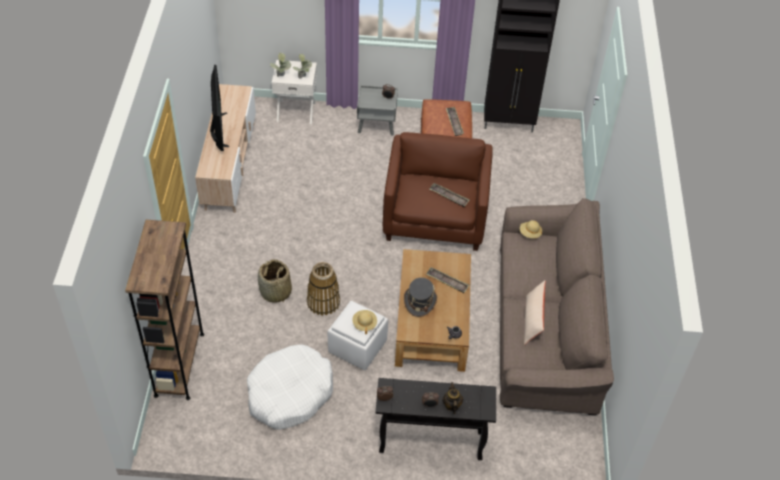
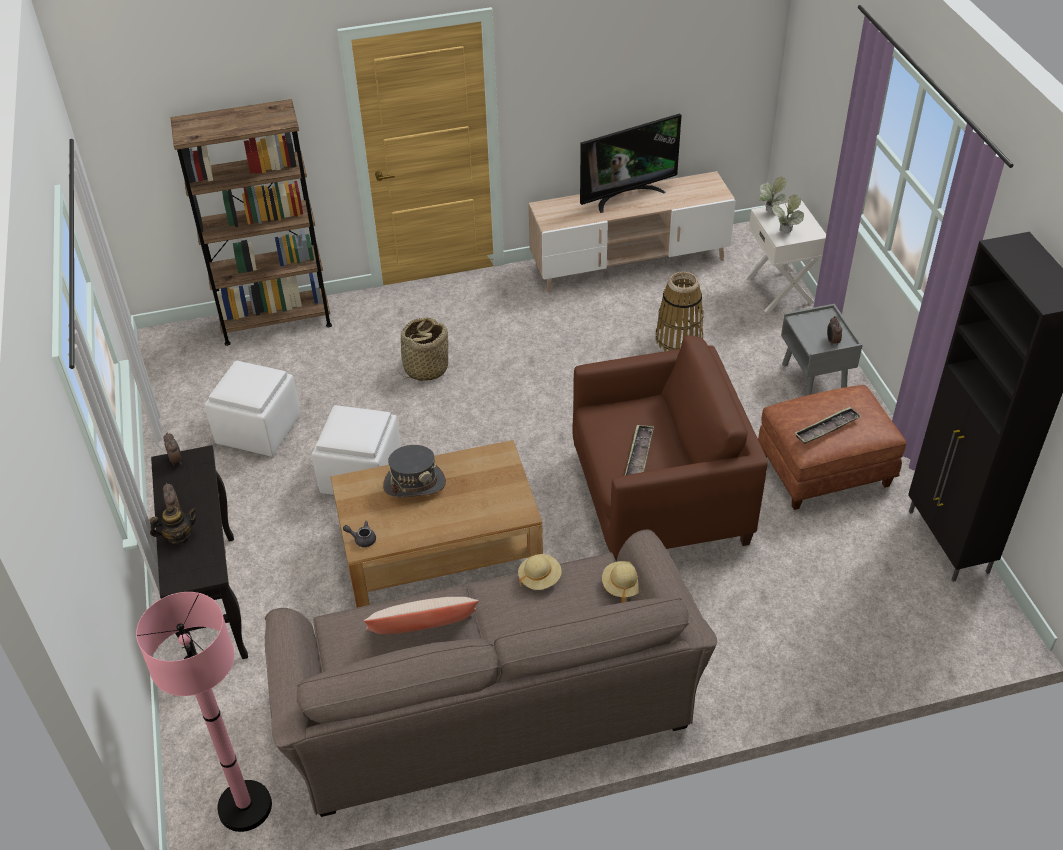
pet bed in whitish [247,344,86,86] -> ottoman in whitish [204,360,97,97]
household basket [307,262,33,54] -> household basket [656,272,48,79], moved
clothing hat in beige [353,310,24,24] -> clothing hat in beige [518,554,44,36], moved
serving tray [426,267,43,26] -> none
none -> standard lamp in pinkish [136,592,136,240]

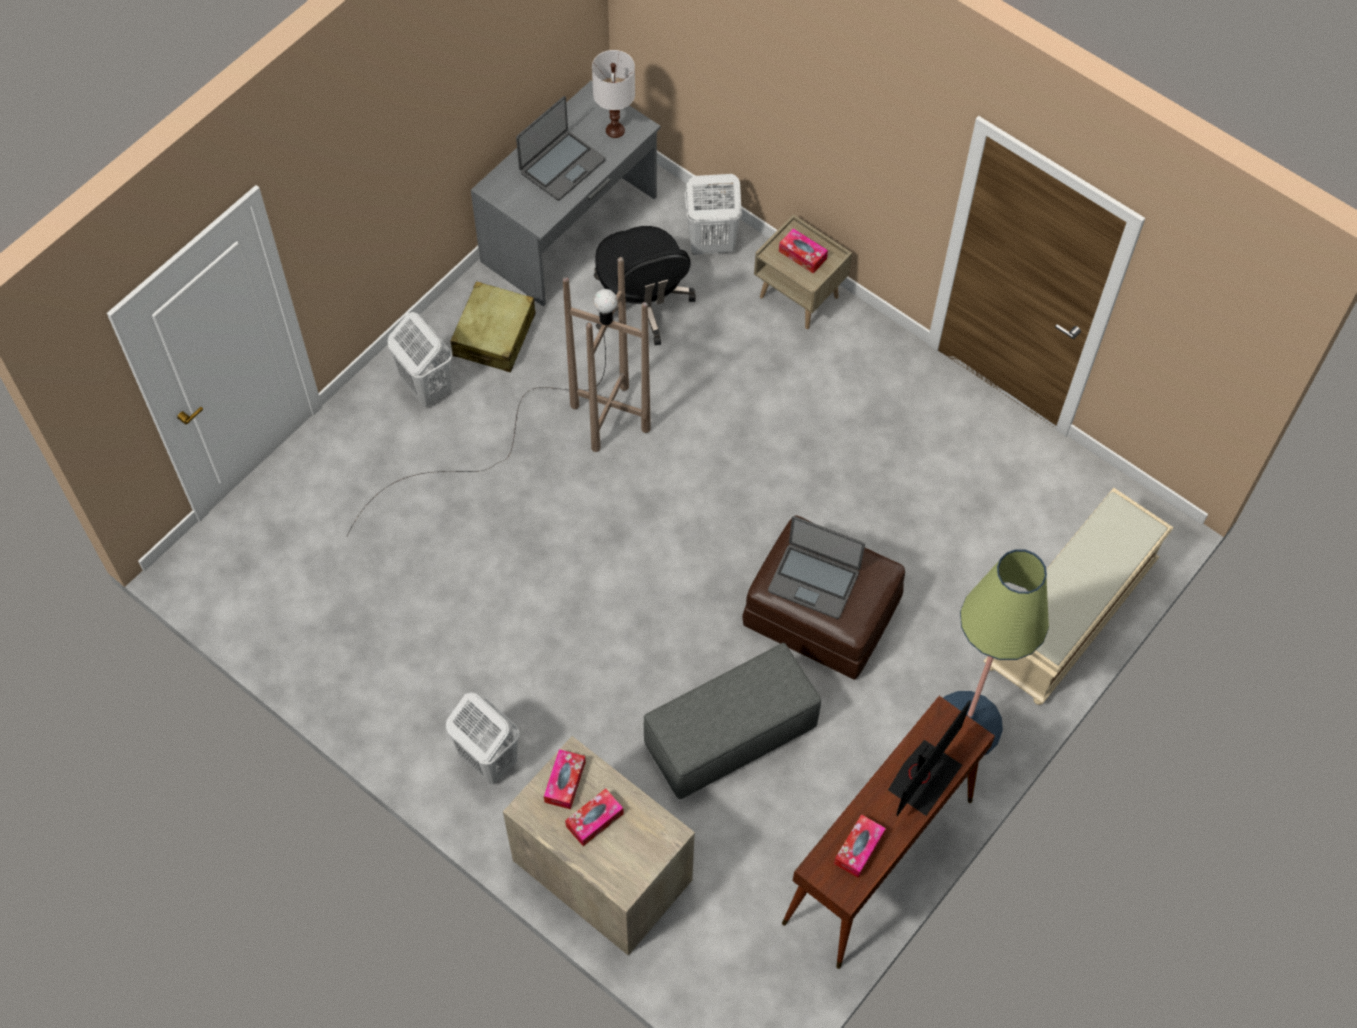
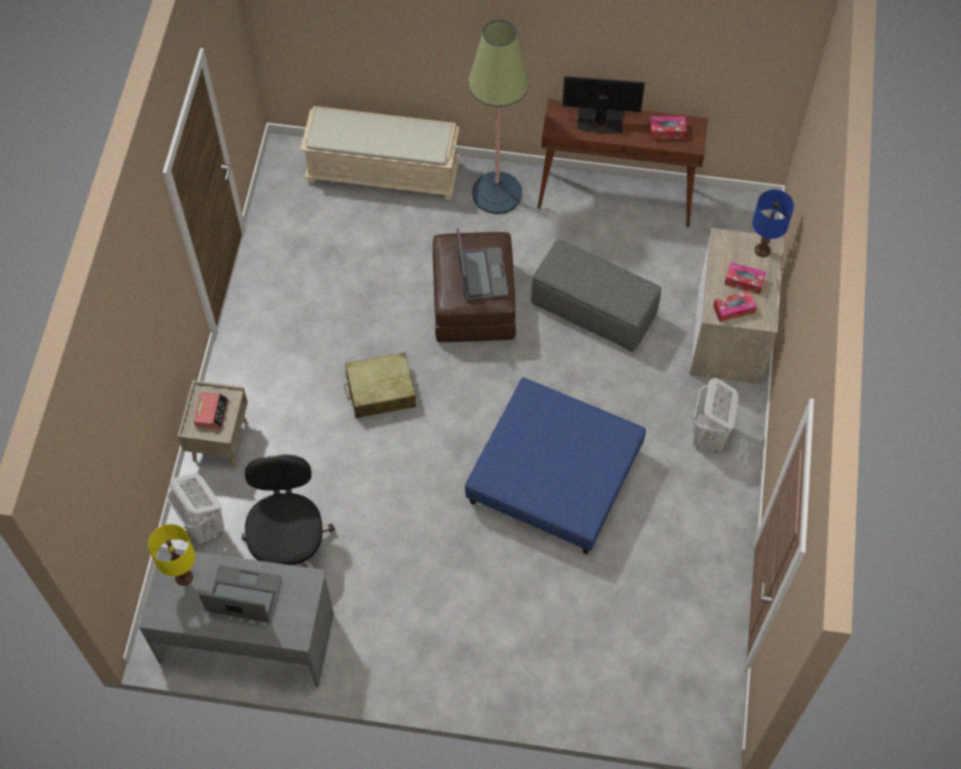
standard lamp in brown-coloured [347,257,304,279] -> none
washing basket in whitish [388,312,64,95] -> none
travel case in beige [451,281,85,91] -> travel case in beige [344,352,72,66], moved
table lamp in whitish [592,50,43,88] -> table lamp in yellowish [148,524,47,62]
desk chair in blackish [594,226,102,119] -> desk chair in blackish [242,455,93,114], 45 degrees counterclockwise
tissue box [779,228,49,46] -> alarm clock [193,392,36,38]
none -> ottoman in bluish [465,377,181,177]
none -> table lamp in bluish [752,189,42,68]

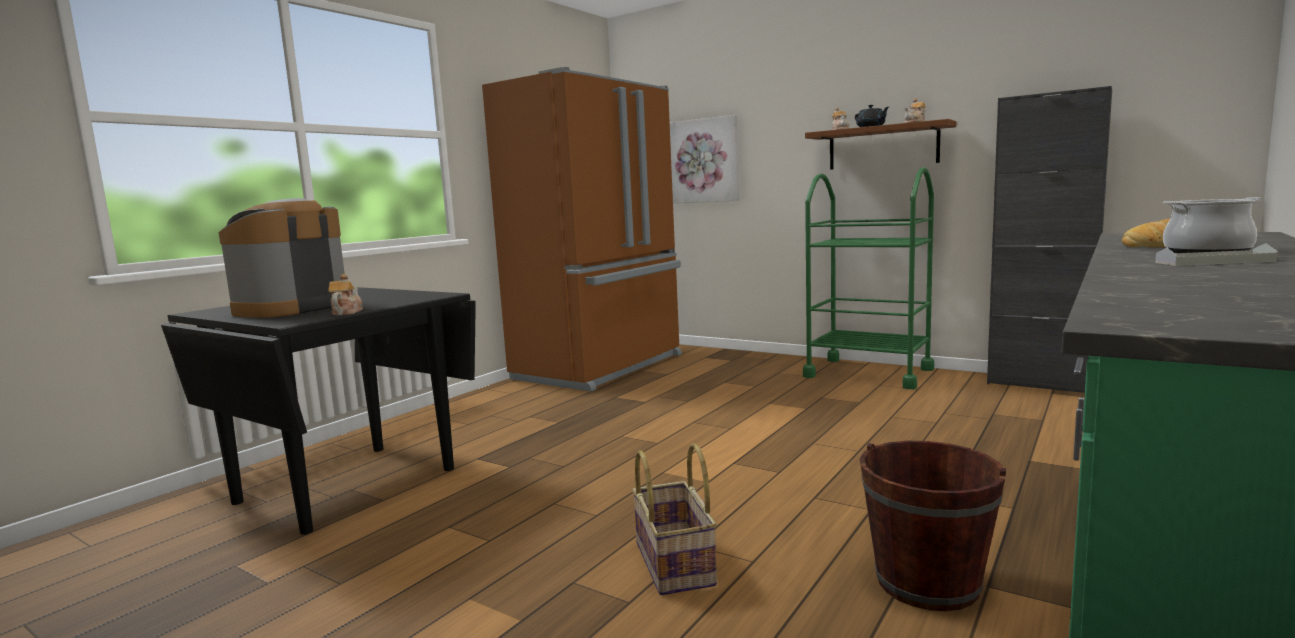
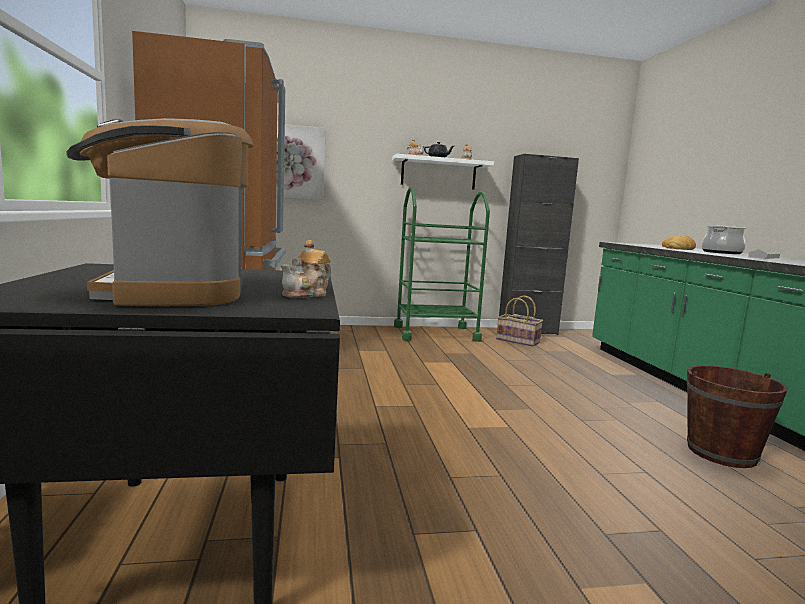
teapot [328,274,35,41] -> teapot [280,240,51,58], 105 degrees counterclockwise
household basket [632,443,85,152] -> household basket [496,295,47,52], moved
shelf in brown-coloured [805,119,151,51] -> shelf in whitish [392,154,102,36]

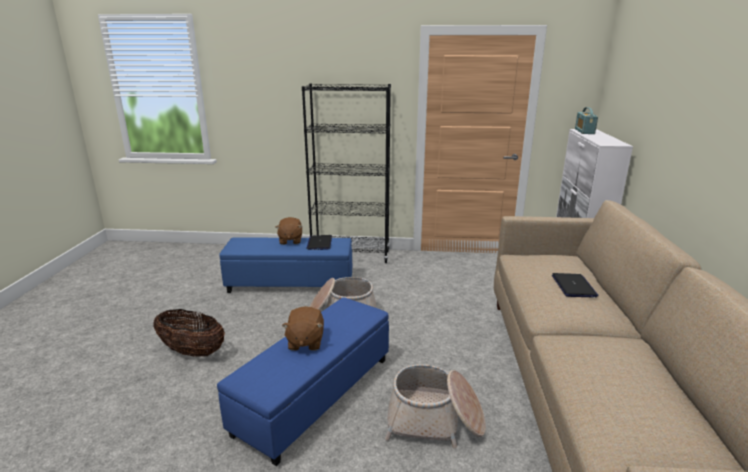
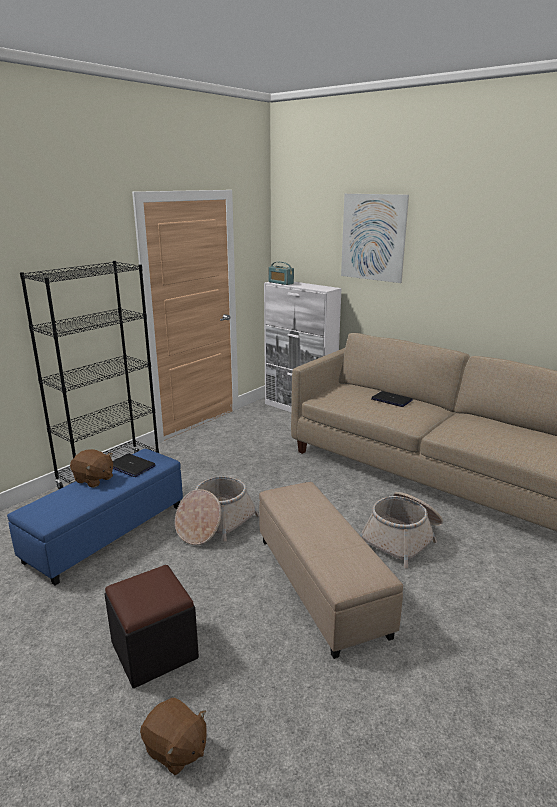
household basket [153,309,72,48] -> ottoman in blackish [104,565,95,123]
ottoman in bluish [217,298,172,168] -> ottoman in beige [259,482,144,177]
plush toy in brown-coloured [282,306,42,45] -> plush toy in brown-coloured [140,697,67,78], moved
none -> wall art [341,194,68,89]

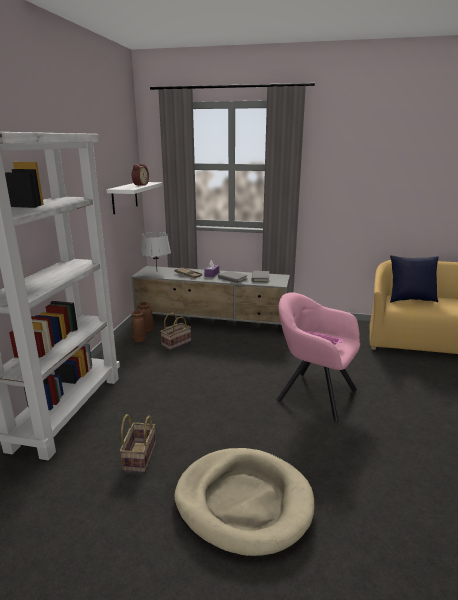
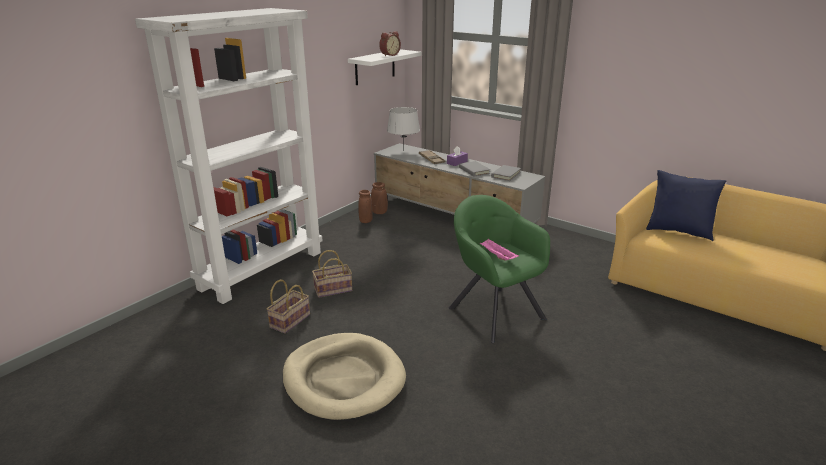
household basket [160,313,31,37] -> household basket [312,250,40,48], moved
lounge chair in pinkish [276,292,84,130] -> lounge chair in green-coloured [448,195,102,148]

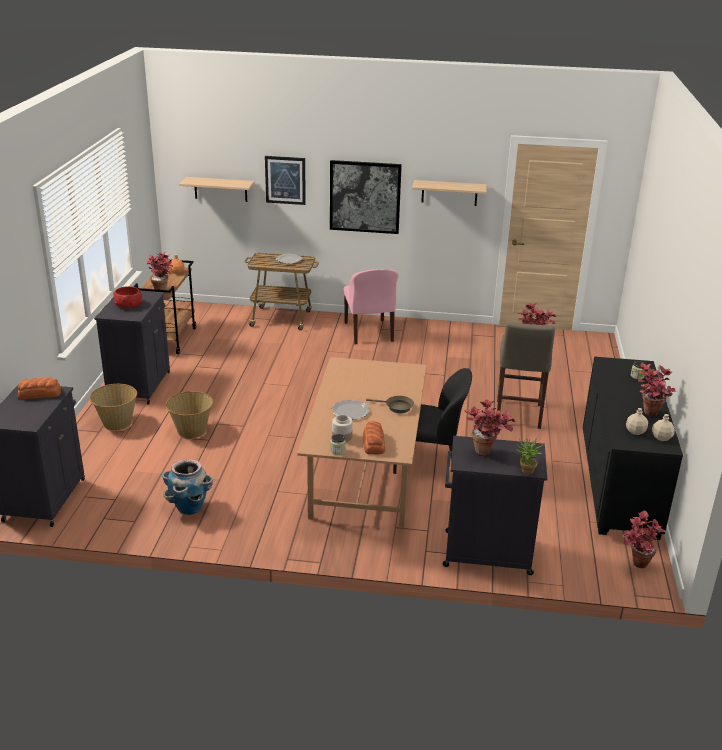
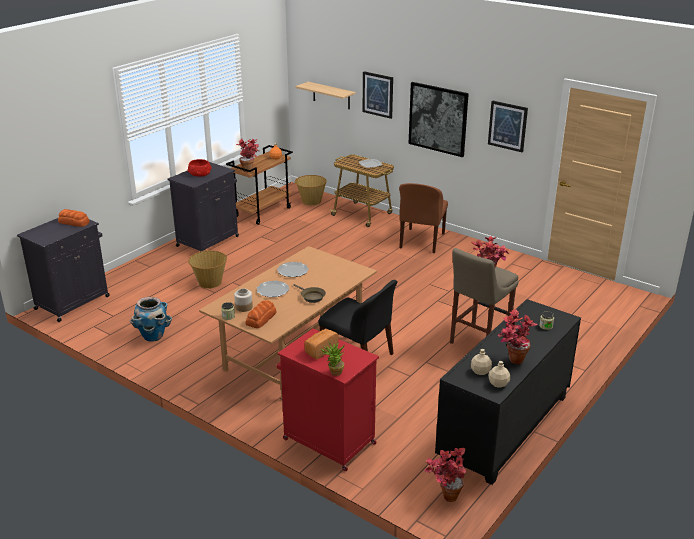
household basket [89,384,48,46] -> household basket [295,175,32,31], moved
chair in pinkish [343,269,56,75] -> chair in brown-coloured [399,183,49,70]
shelf [412,180,75,26] -> wall art [488,100,40,52]
cupboard in blackish [443,436,104,139] -> cupboard in red-coloured [277,329,102,142]
plant in a pot [464,399,51,57] -> bakery bread [304,329,35,30]
none -> plate [277,262,32,15]

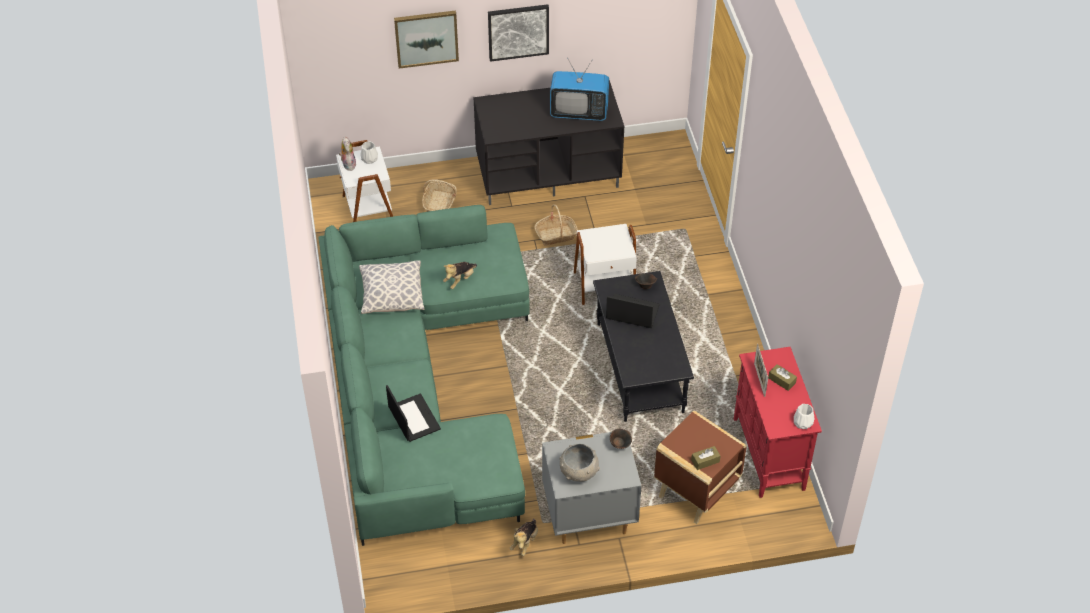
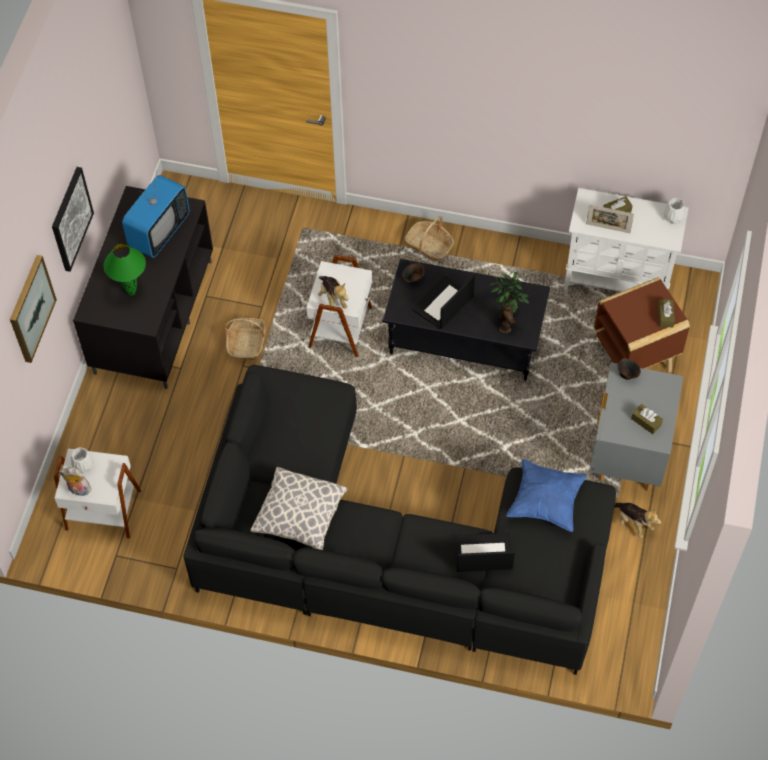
couch in green-coloured [318,205,212,341] -> couch in blackish [184,365,432,310]
household basket [422,179,35,33] -> household basket [405,216,49,45], moved
plush toy [443,262,34,27] -> plush toy [318,276,31,36], moved
bowl in greyish [559,444,41,38] -> tissue box in brown-coloured [631,404,32,30]
cupboard in red-coloured [734,347,88,151] -> cupboard in whitish [564,188,124,104]
none -> table lamp in green-coloured [104,244,42,51]
none -> plant in a pot [489,272,40,61]
none -> cushion in bluish [506,459,81,73]

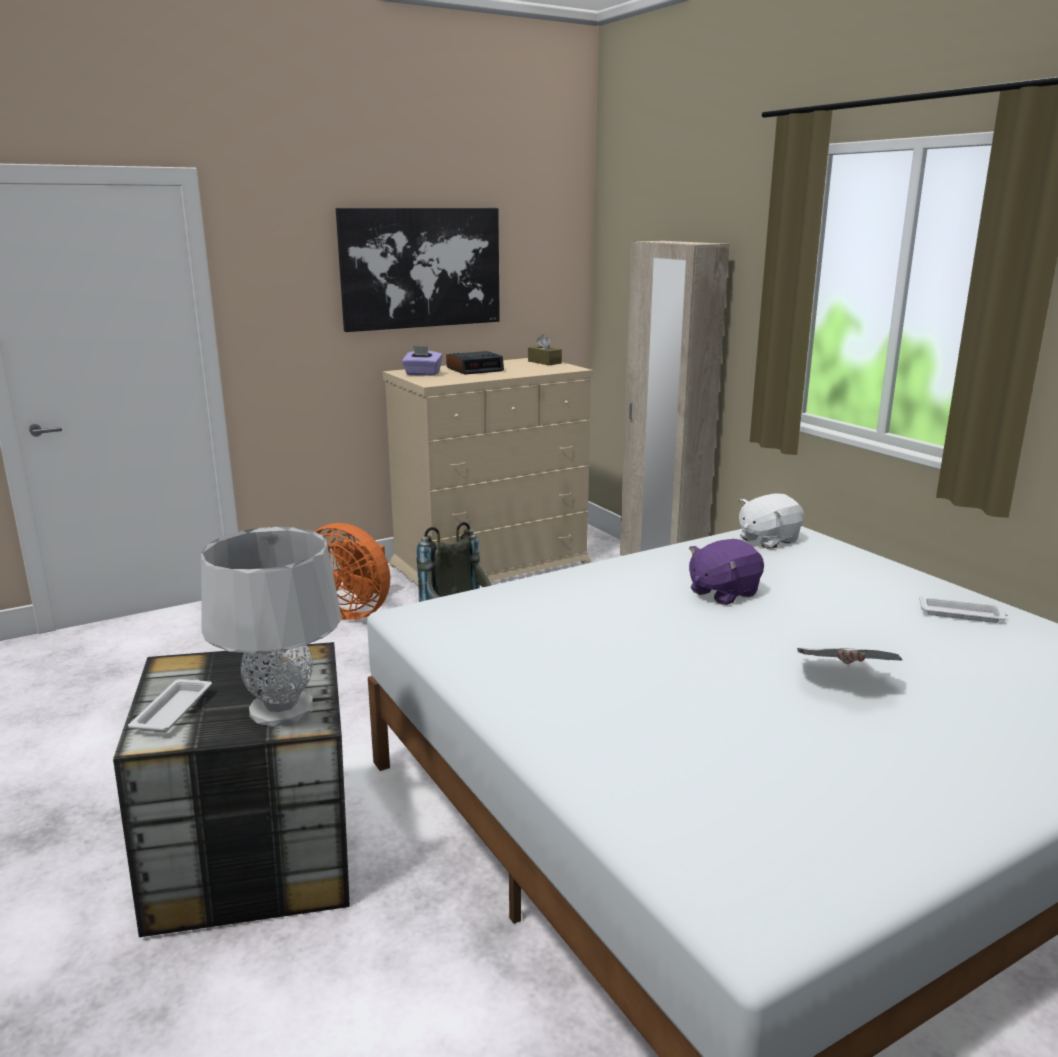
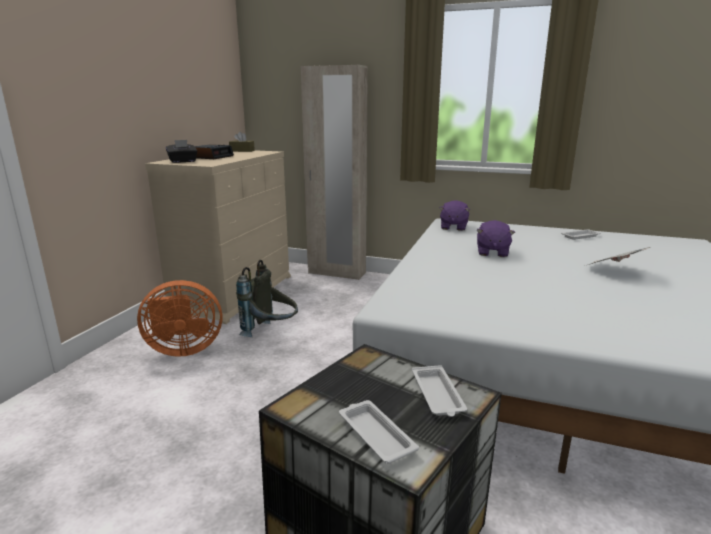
table lamp in greyish [201,527,140,200] -> serving tray in whitish [412,365,55,52]
wall art [336,208,164,124] -> none
tissue box in purple [402,346,40,30] -> tissue box in blackish [166,140,31,23]
plush toy in whitish [739,493,65,56] -> plush toy in purple [439,200,31,31]

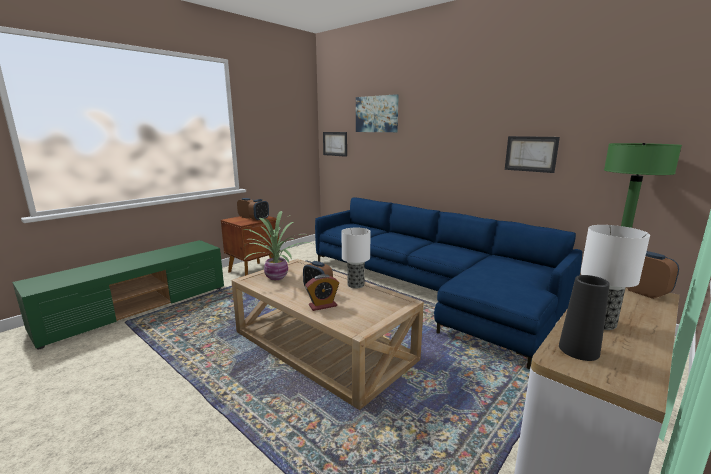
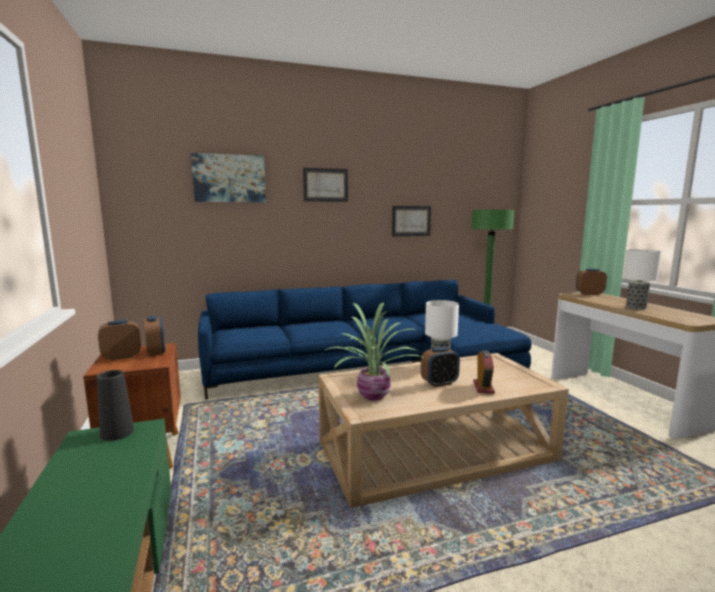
wall art [323,132,24,25] -> wall art [303,168,45,34], moved
flower vase in blackish [559,275,51,86] -> flower vase in blackish [97,370,37,71], moved

